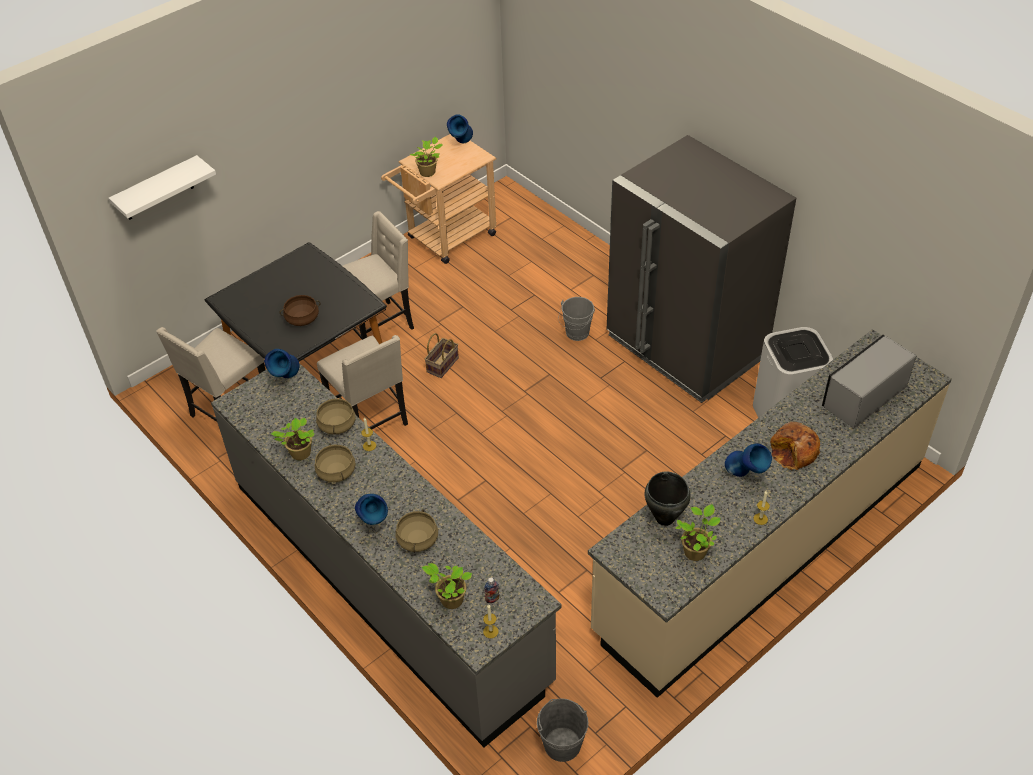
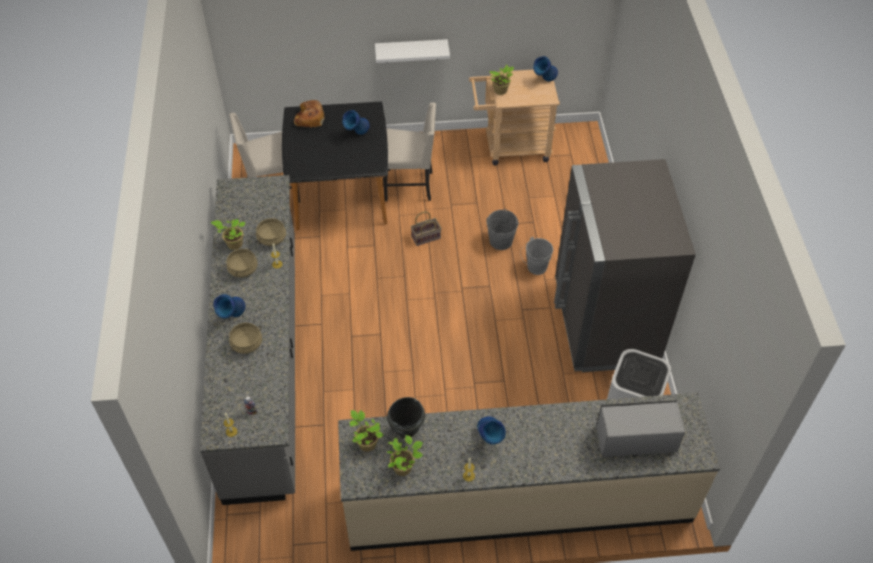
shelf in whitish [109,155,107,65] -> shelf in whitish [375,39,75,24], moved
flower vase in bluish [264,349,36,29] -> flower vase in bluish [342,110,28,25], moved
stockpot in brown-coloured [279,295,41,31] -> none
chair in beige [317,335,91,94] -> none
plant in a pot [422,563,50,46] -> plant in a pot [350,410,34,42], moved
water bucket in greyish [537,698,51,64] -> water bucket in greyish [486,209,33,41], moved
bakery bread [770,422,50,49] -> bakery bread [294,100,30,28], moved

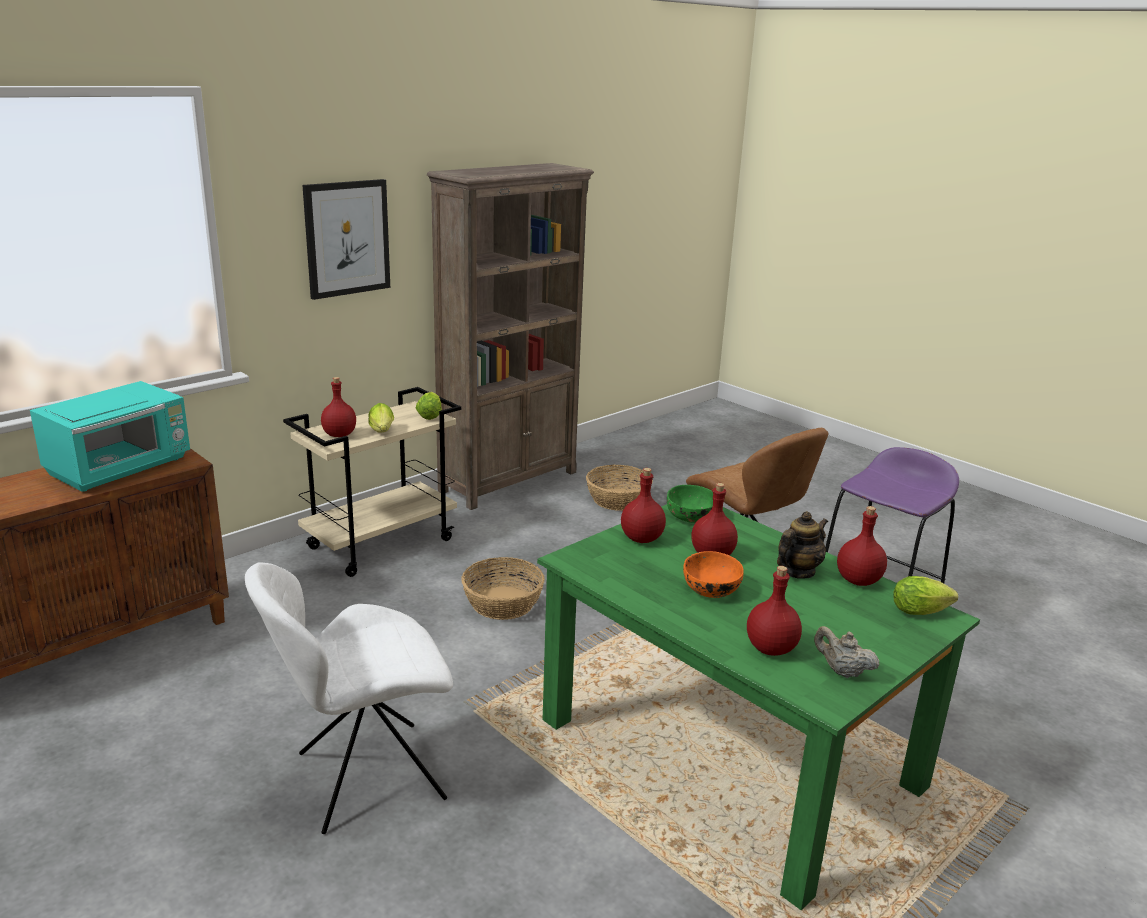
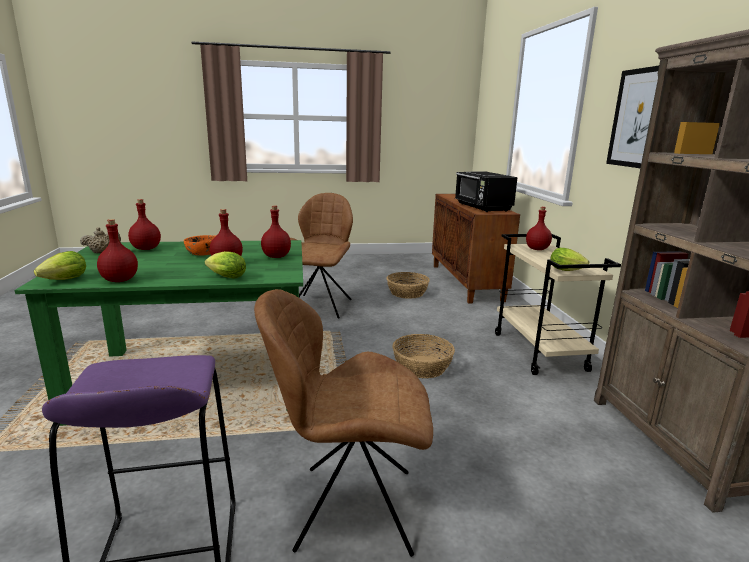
microwave in turquoise [30,381,160,111] -> microwave in blackish [455,171,63,41]
chair in whitish [245,562,208,272] -> chair in brown-coloured [290,193,63,126]
head of lettuce [368,403,26,30] -> head of lettuce [205,251,41,28], moved
household basket [586,465,67,46] -> household basket [386,272,44,27], moved
bowl in green-coloured [667,485,46,38] -> none
teapot [777,511,51,67] -> none

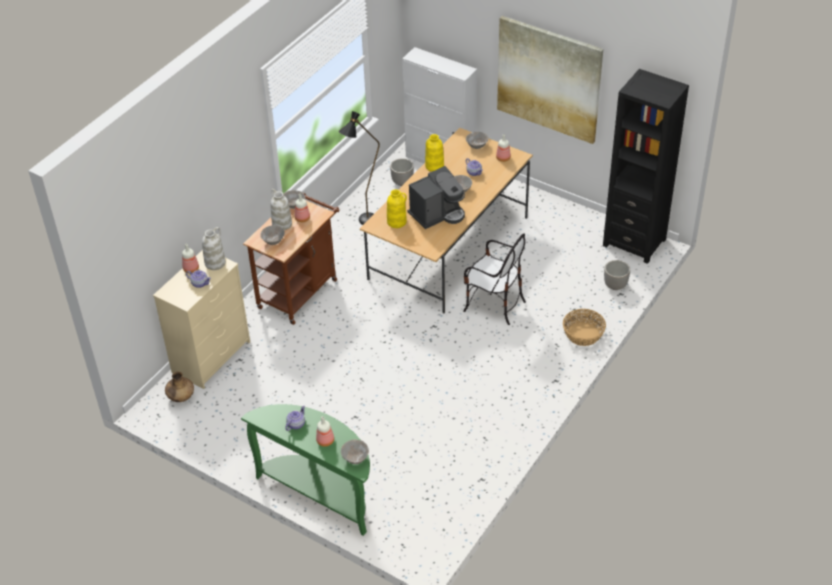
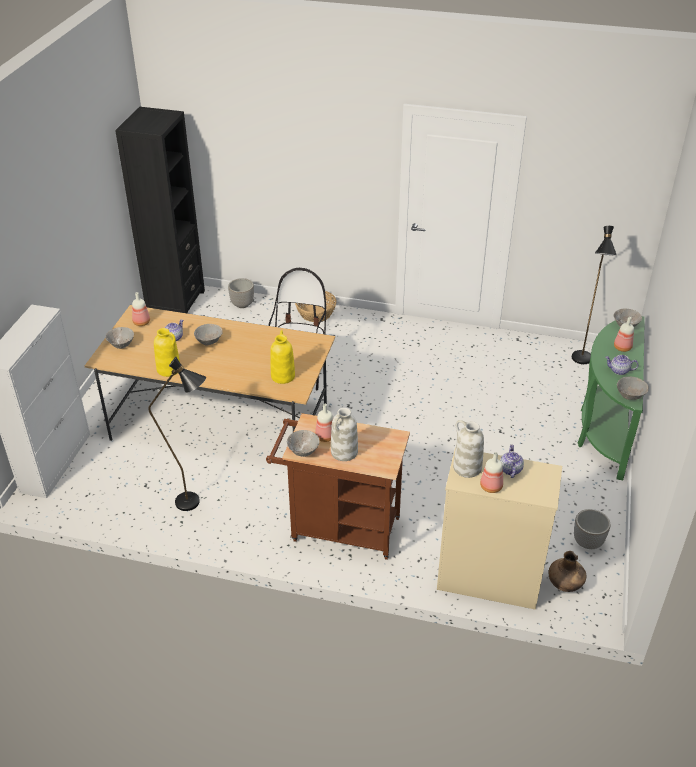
bowl in greyish [260,225,25,20] -> bowl in greyish [617,377,32,23], moved
flower pot [390,158,24,28] -> flower pot [574,509,36,40], moved
coffee maker [407,166,58,63] -> none
wall art [497,16,106,128] -> none
none -> standard lamp in blackish [572,226,45,138]

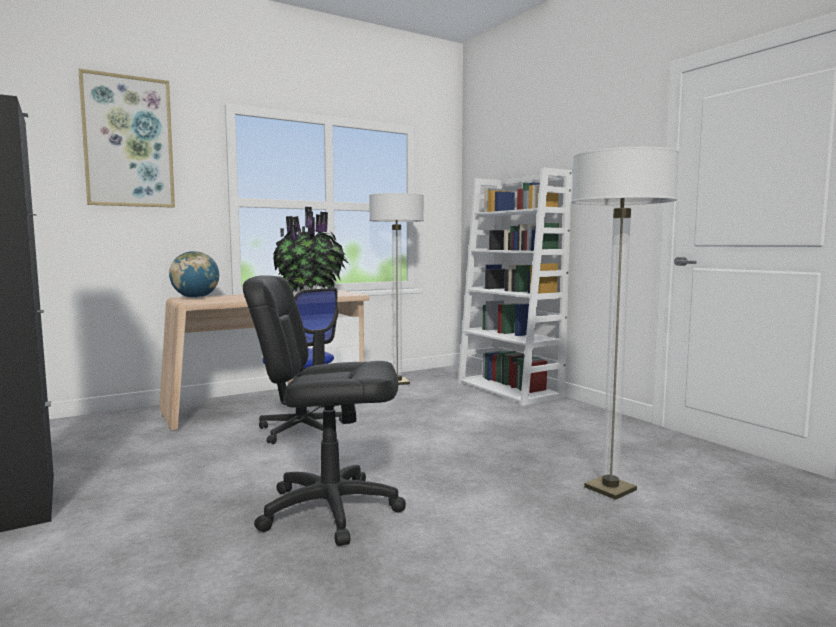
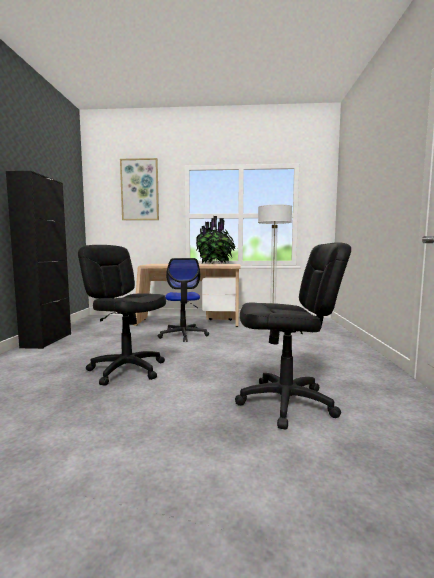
world globe [169,251,50,47] -> none
shelving unit in whitish [458,167,114,239] -> none
standard lamp [571,147,108,353] -> desk chair in blackish [235,242,116,188]

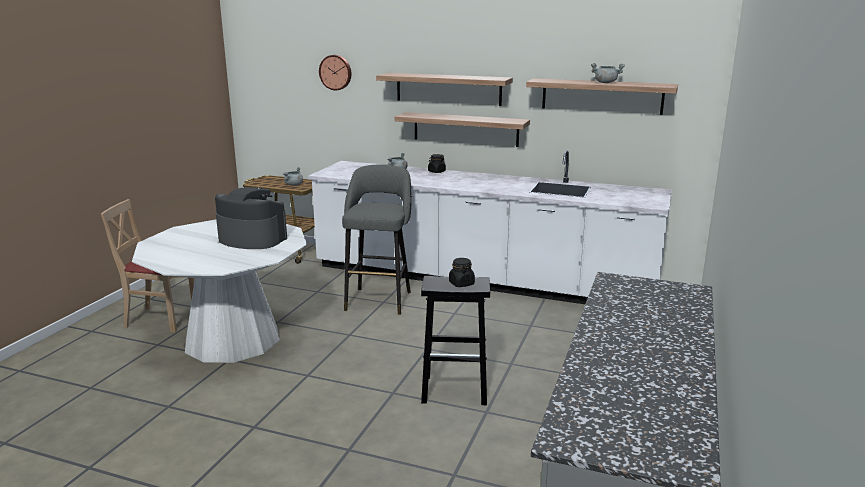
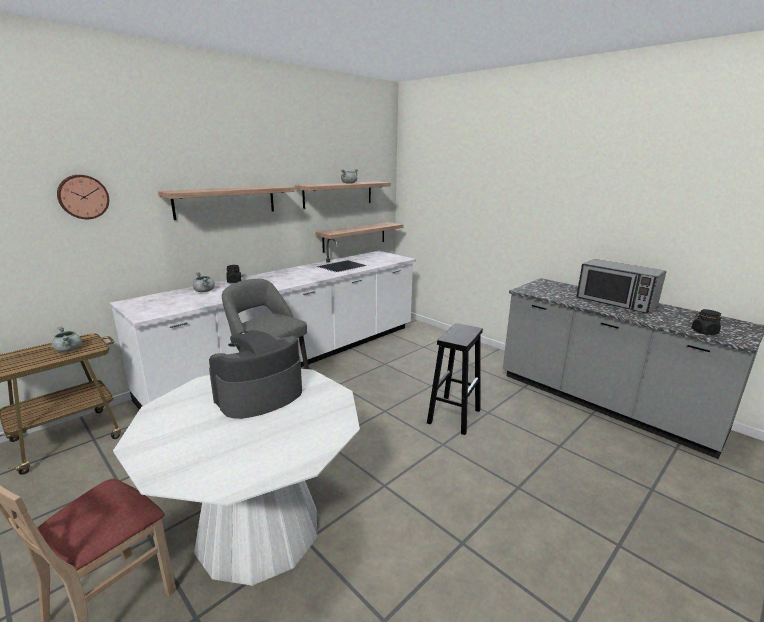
shelf [395,112,135,35] -> shelf [315,222,89,31], moved
storage jar in blackish [449,258,26,29] -> storage jar in blackish [691,309,31,26], moved
none -> microwave [576,259,90,54]

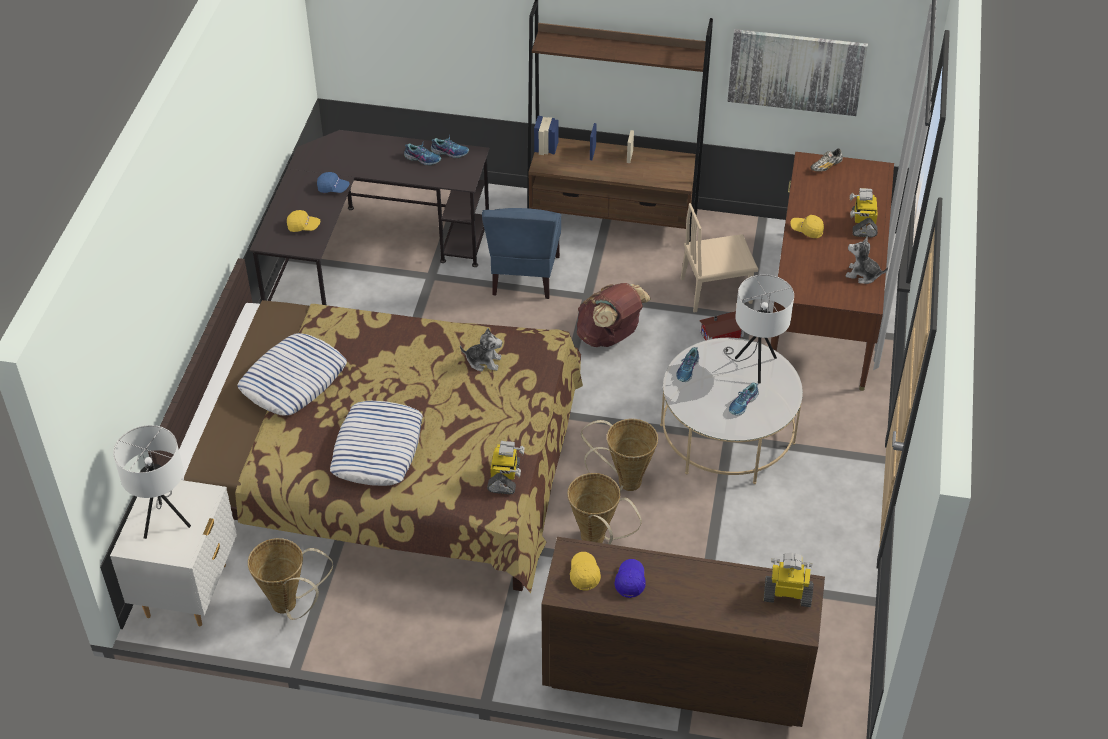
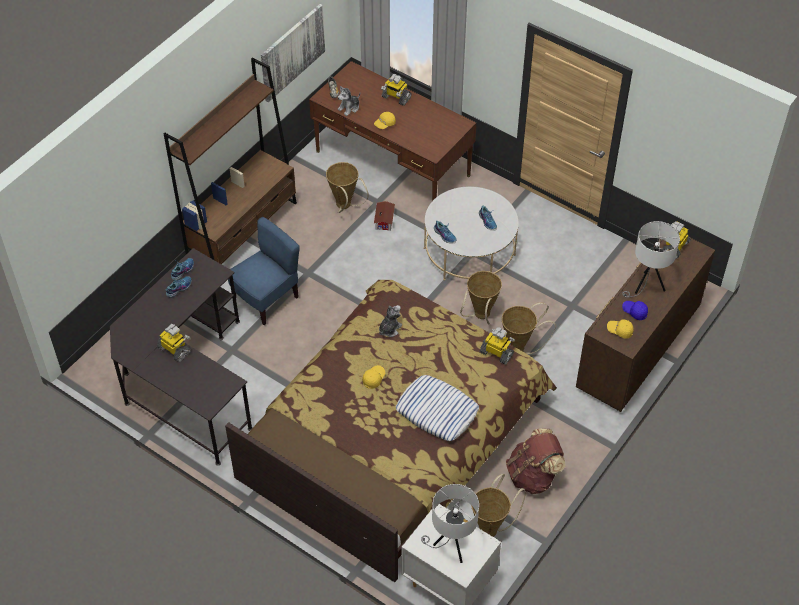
cushion [238,333,109,83] -> none
cap in yellowish [287,210,33,22] -> cap in yellowish [362,365,23,24], moved
cap in bluish [317,172,33,21] -> model robot [157,324,34,38]
chair in bluish [482,208,79,91] -> chair in bluish [228,217,72,108], 75 degrees counterclockwise
rucksack in brown-coloured [577,283,74,64] -> rucksack in brown-coloured [506,428,59,66], moved
chair in beige [681,203,77,109] -> household basket [326,162,43,51]
table lamp in whitish [723,274,71,110] -> table lamp in whitish [622,221,58,76], moved
plush toy [846,237,42,47] -> plush toy [338,86,22,30], moved

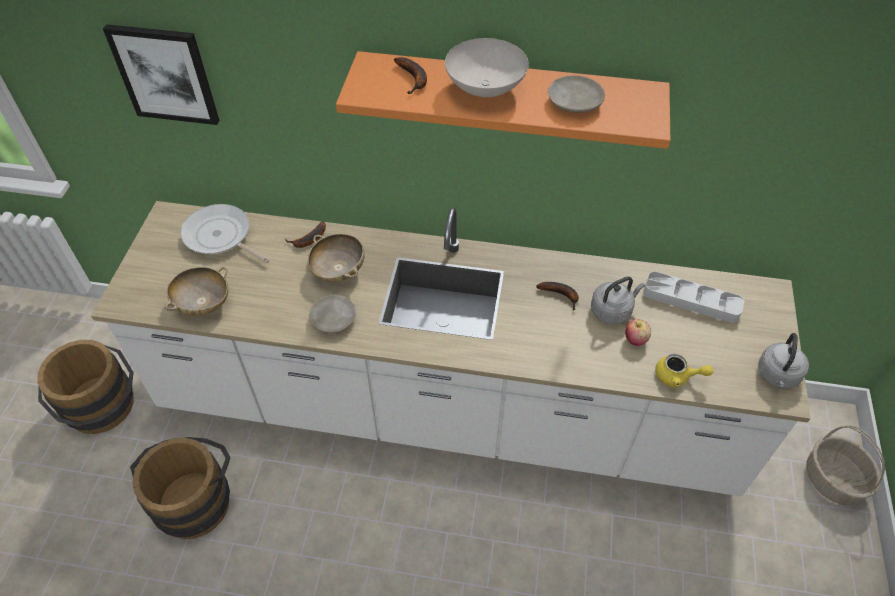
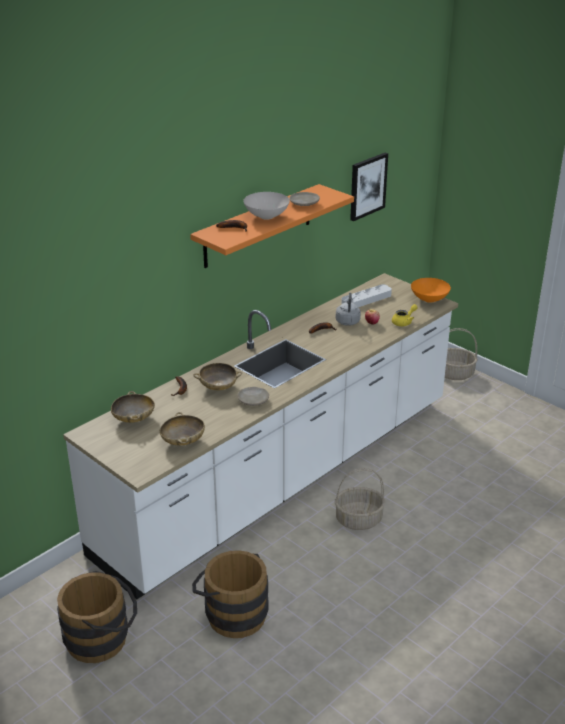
wall art [103,24,116,101] -> wall art [350,153,38,68], moved
skillet [180,204,89,59] -> bowl in beige [111,391,44,32]
kettle in greyish [758,333,51,56] -> bowl in orange-coloured [411,278,40,25]
none -> household basket [335,468,50,62]

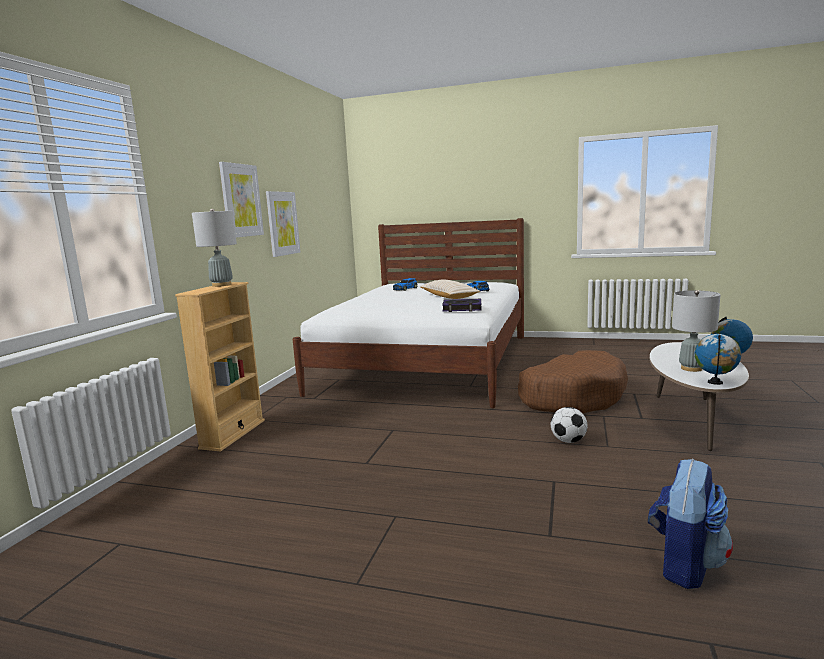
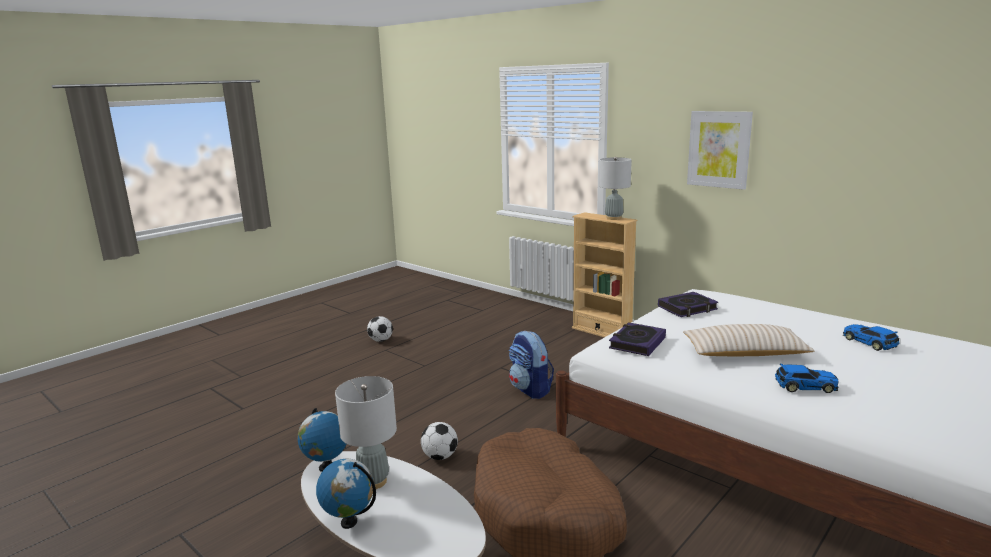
wall art [266,191,34,66] -> none
rucksack [648,458,85,131] -> rucksack [509,331,45,68], moved
none -> football [367,316,26,26]
none -> volume [658,292,60,25]

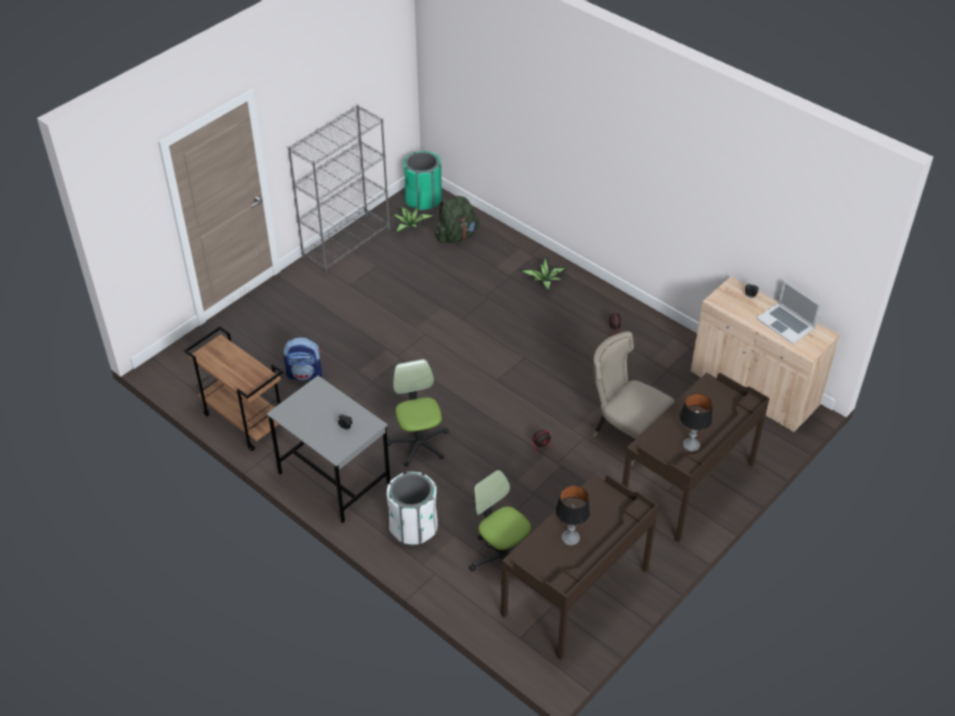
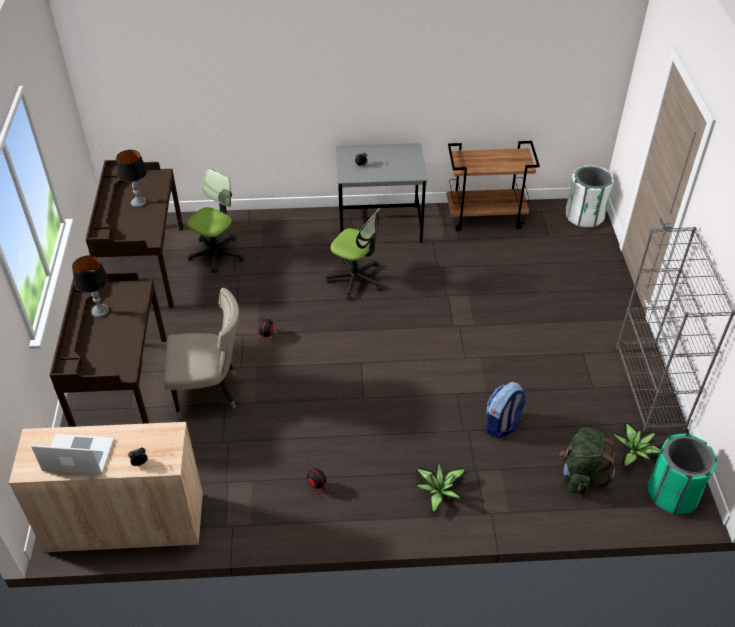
rucksack [283,337,39,43] -> rucksack [486,382,40,56], moved
waste bin in whitish [387,472,51,73] -> waste bin in whitish [566,166,48,62], moved
desk chair [469,470,62,112] -> desk chair [187,169,57,104], 60 degrees counterclockwise

